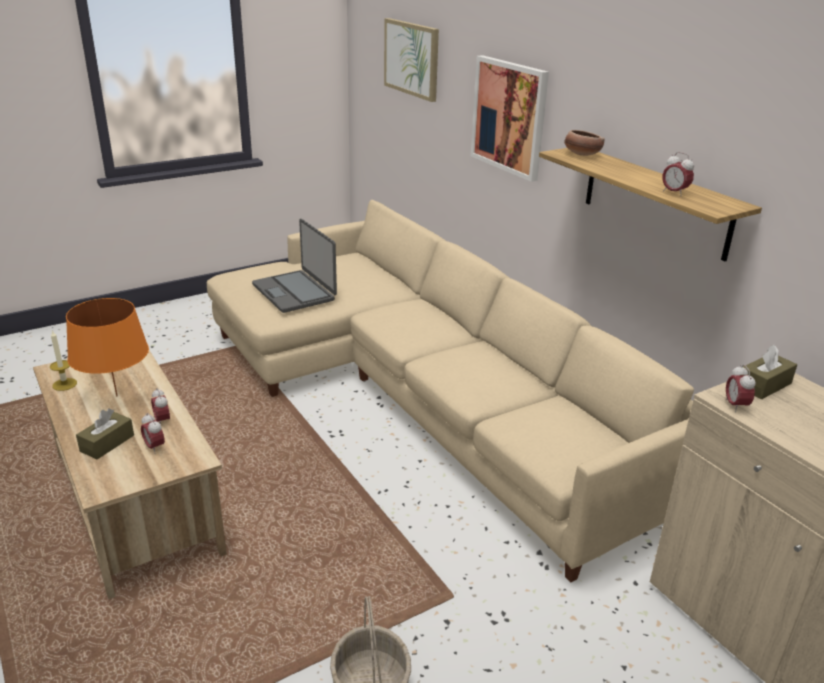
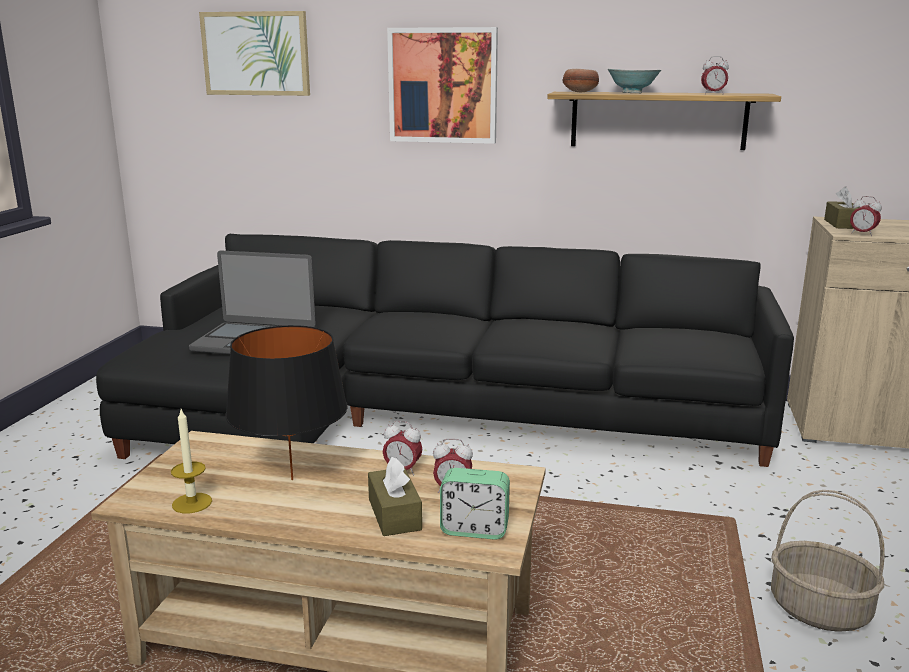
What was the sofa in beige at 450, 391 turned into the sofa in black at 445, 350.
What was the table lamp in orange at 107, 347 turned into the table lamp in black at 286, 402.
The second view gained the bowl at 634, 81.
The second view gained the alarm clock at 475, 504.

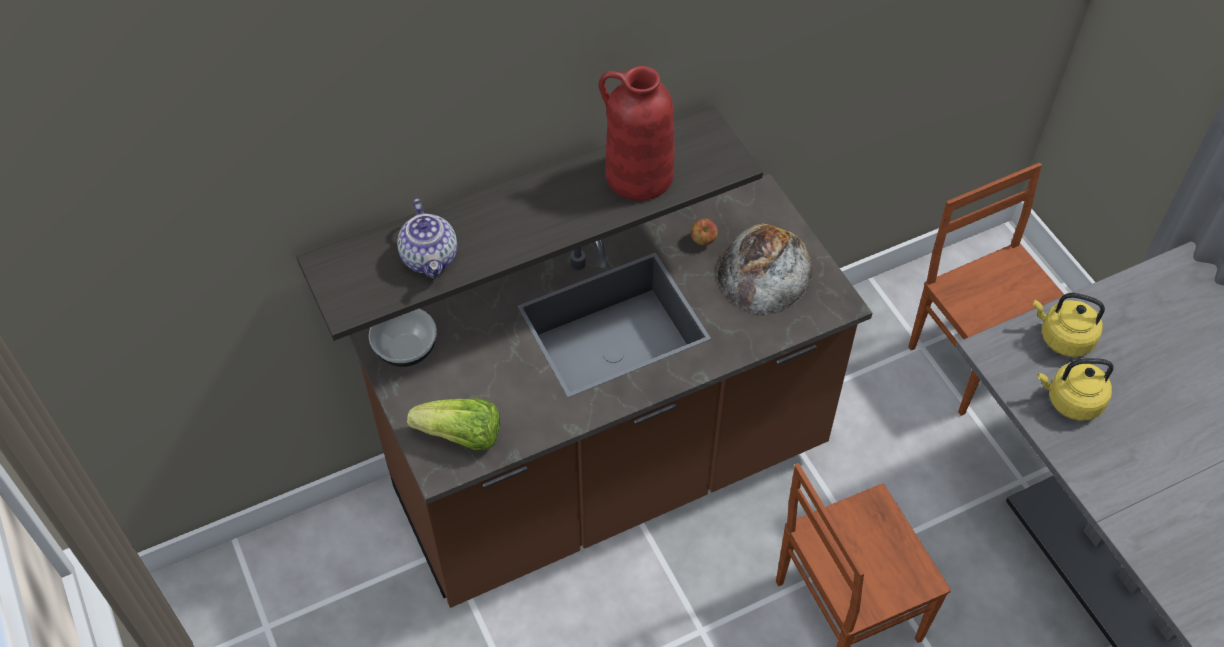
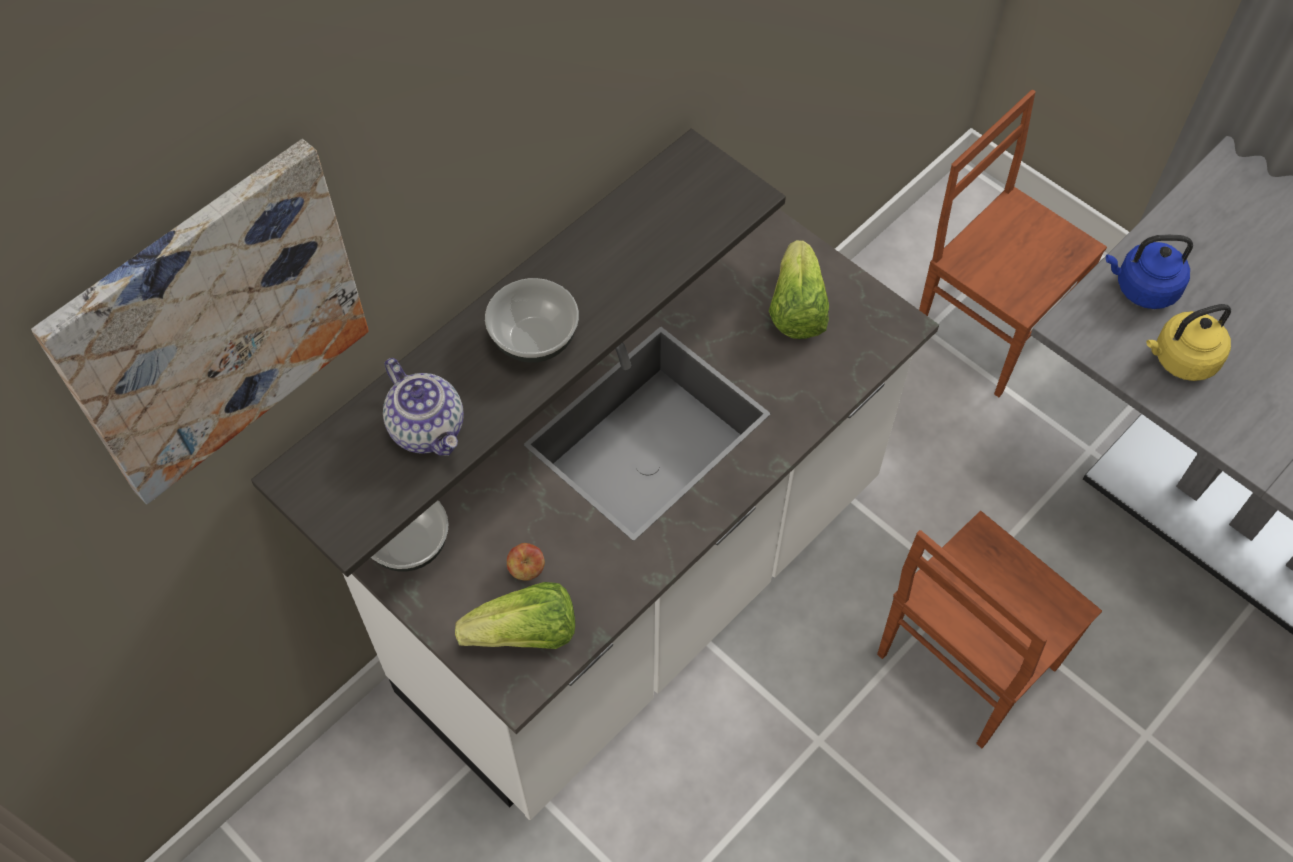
The second view lost the vase in red at 636, 133.
What was the counter in brown at 610, 391 turned into the counter in white at 641, 514.
The apple ended up elsewhere, having gone from 704, 232 to 526, 562.
Where the bread stood at 765, 269, the lettuce came to stand at 799, 289.
What was the kettle in yellow at 1069, 325 turned into the kettle in blue at 1149, 272.
The second view gained the picture at 200, 321.
The second view gained the bowl at 532, 320.

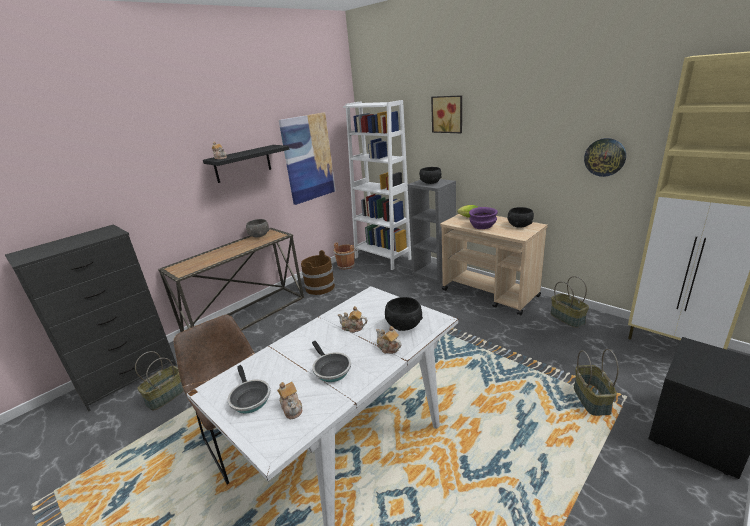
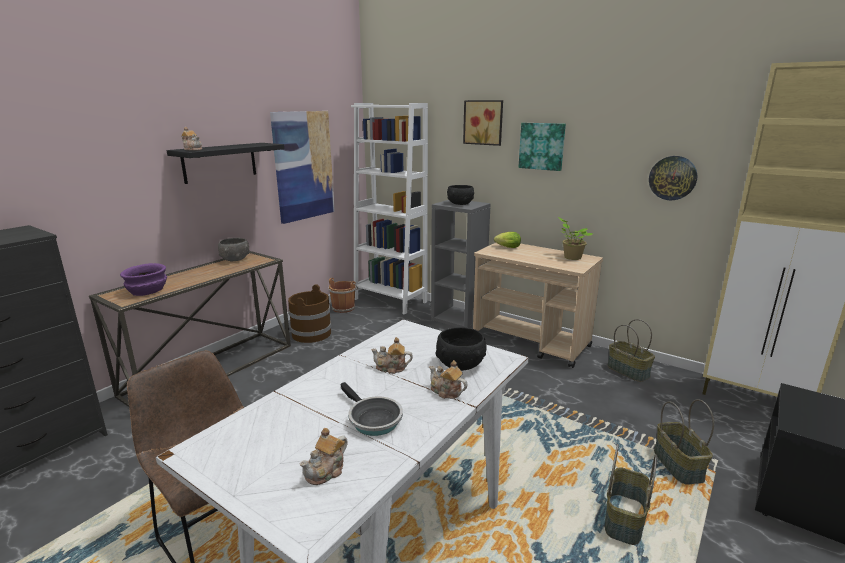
The bowl in purple ended up elsewhere, having gone from 483, 218 to 143, 279.
Where the bowl in black stood at 520, 217, the potted plant came to stand at 575, 238.
The basket ended up elsewhere, having gone from 159, 380 to 631, 494.
The second view lost the frying pan at 249, 389.
The teapot at 289, 400 ended up facing another way, 75 degrees clockwise from before.
The second view gained the picture at 542, 147.

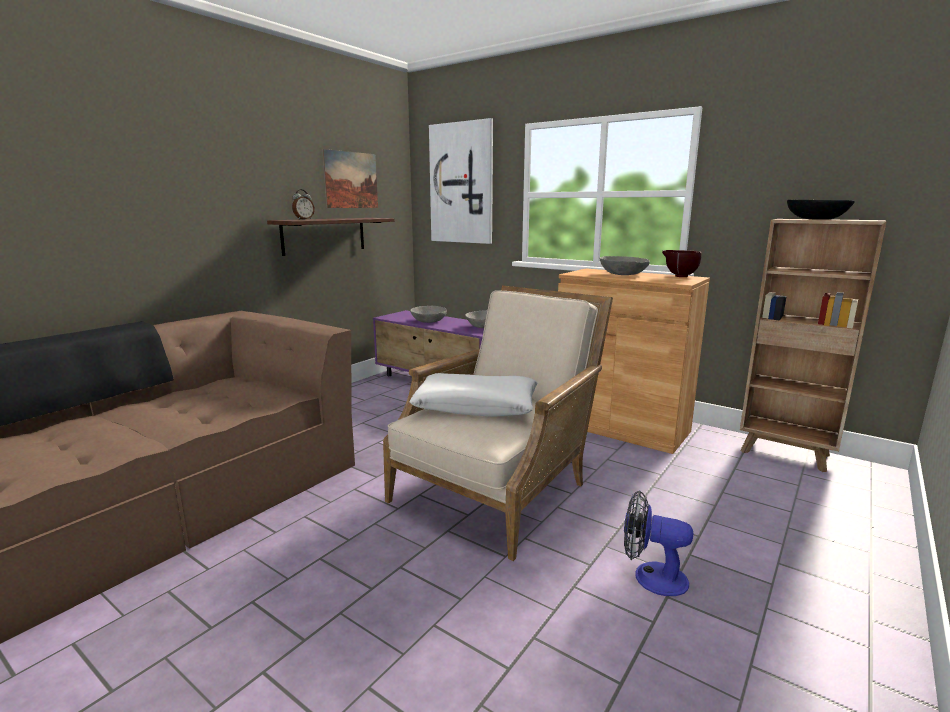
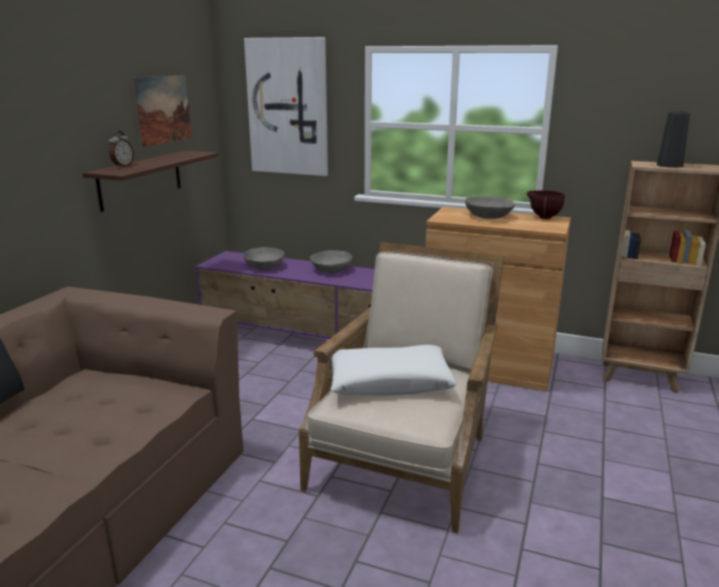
Where the bowl in black stood at 821, 210, the vase in black came to stand at 673, 139.
The second view lost the fan at 658, 543.

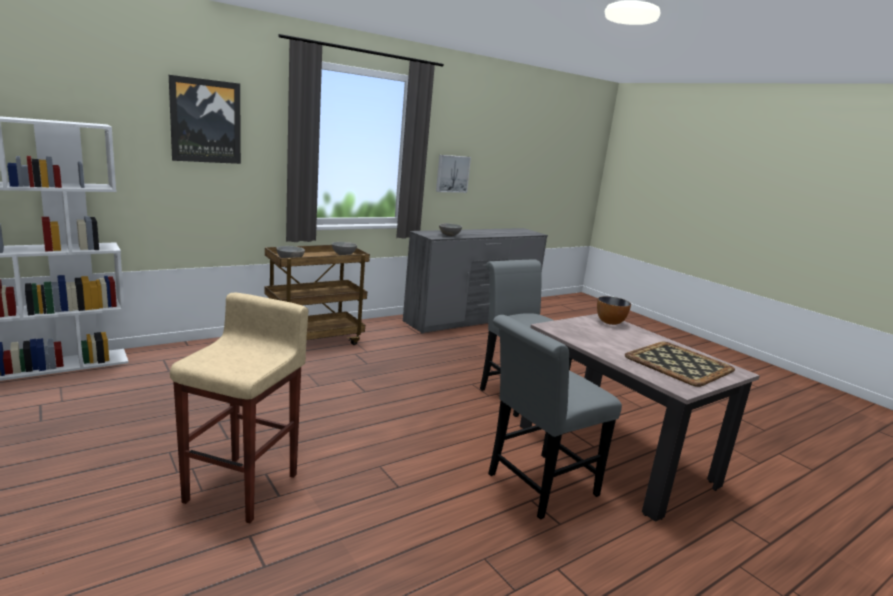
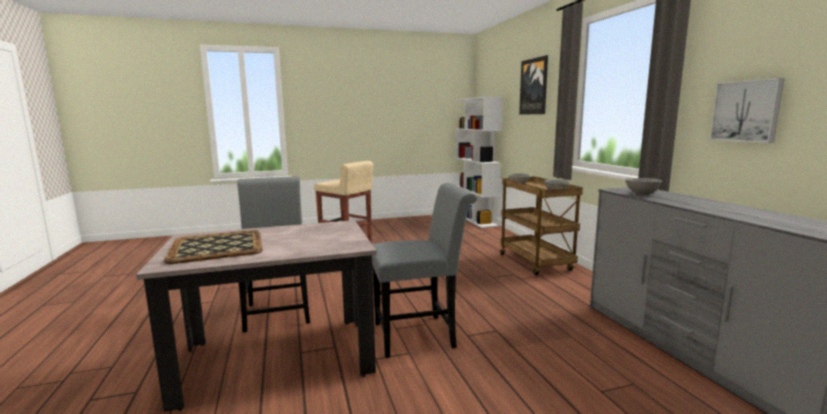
The second view lost the bowl at 614, 310.

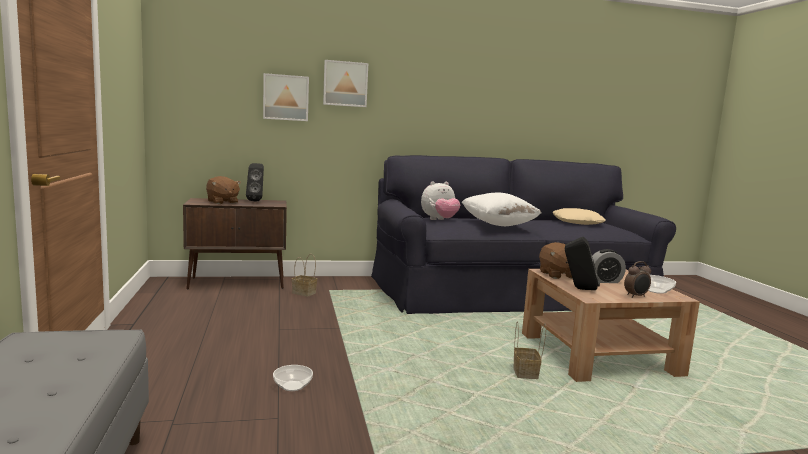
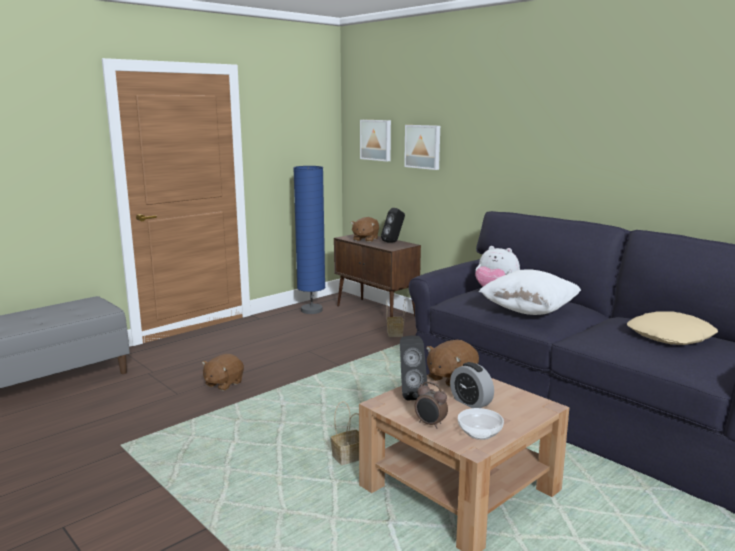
The picture ended up elsewhere, having gone from 345, 83 to 375, 140.
Where the bowl stood at 293, 378, the plush toy in brown came to stand at 223, 372.
The second view gained the floor lamp in blue at 309, 240.

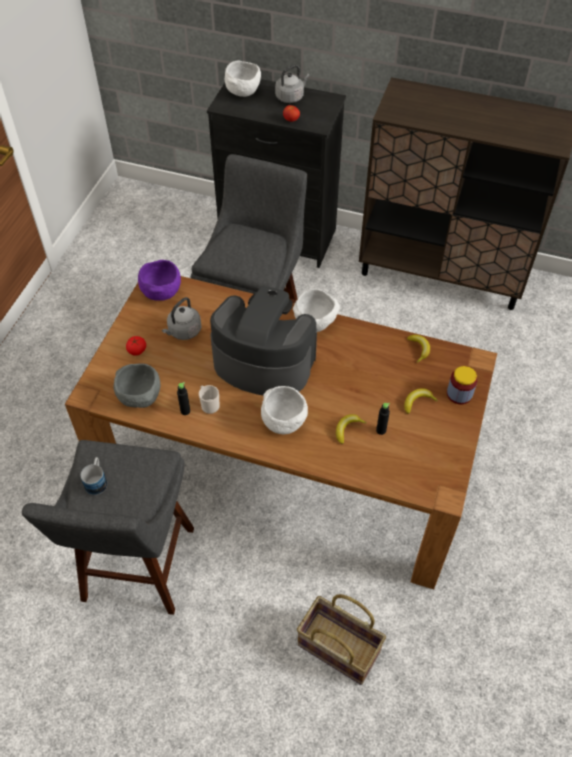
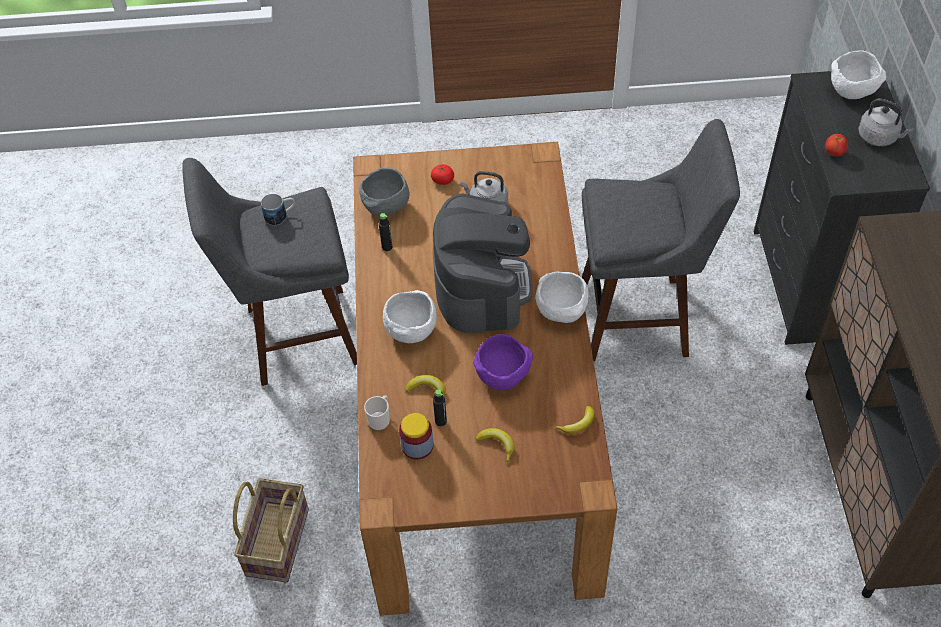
The bowl in purple ended up elsewhere, having gone from 159, 280 to 503, 362.
The jar ended up elsewhere, having gone from 462, 385 to 416, 436.
The mug ended up elsewhere, having gone from 209, 399 to 377, 412.

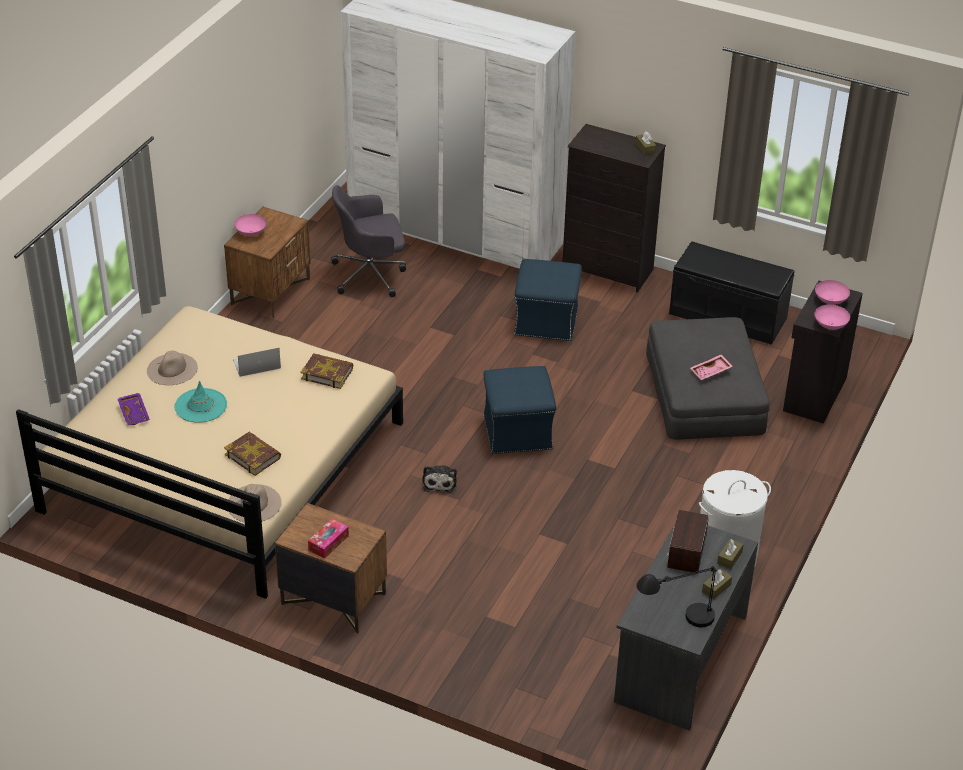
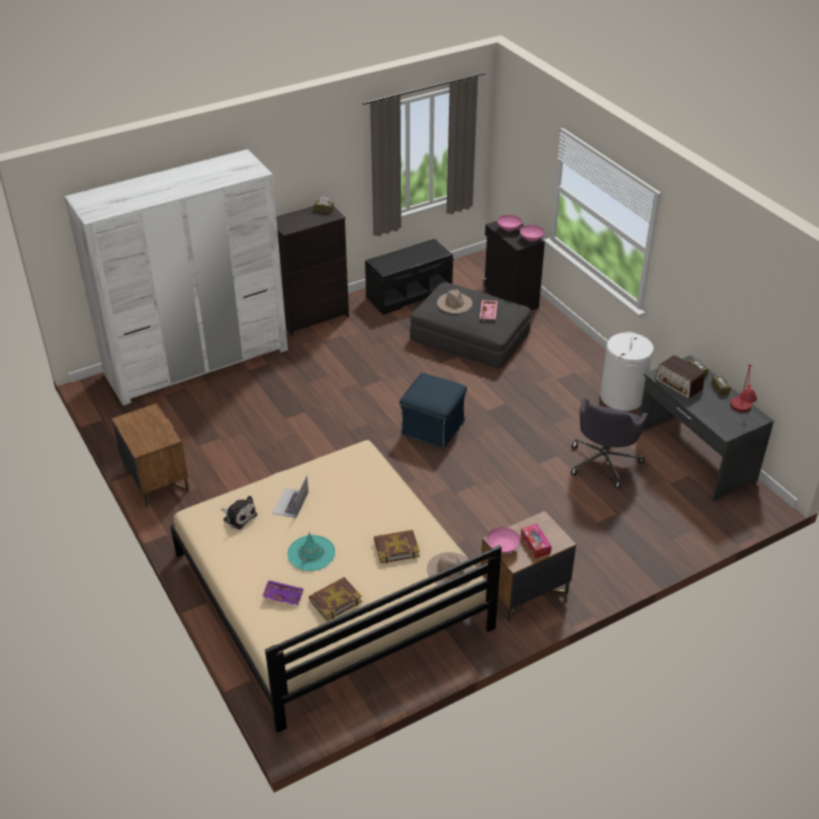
The office chair in grey ended up elsewhere, having gone from 368, 241 to 609, 443.
The bowl in pink ended up elsewhere, having gone from 250, 225 to 504, 540.
The second view lost the ottoman in blue at 548, 300.
The hat in beige ended up elsewhere, having gone from 172, 368 to 454, 302.
The book ended up elsewhere, having gone from 326, 371 to 335, 599.
The plush toy ended up elsewhere, having gone from 439, 479 to 239, 512.
What was the table lamp in black at 676, 596 turned into the table lamp in red at 743, 388.

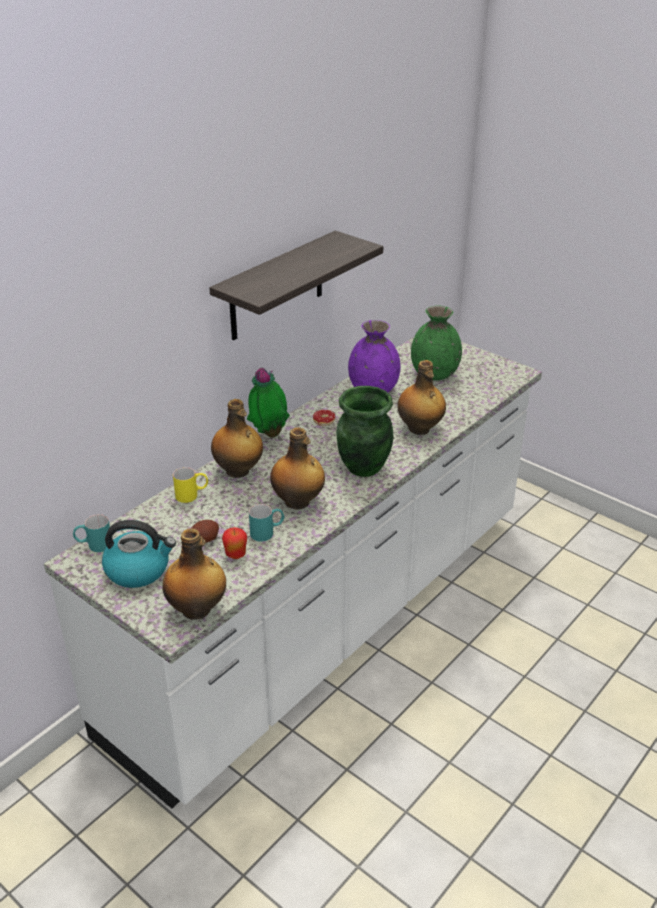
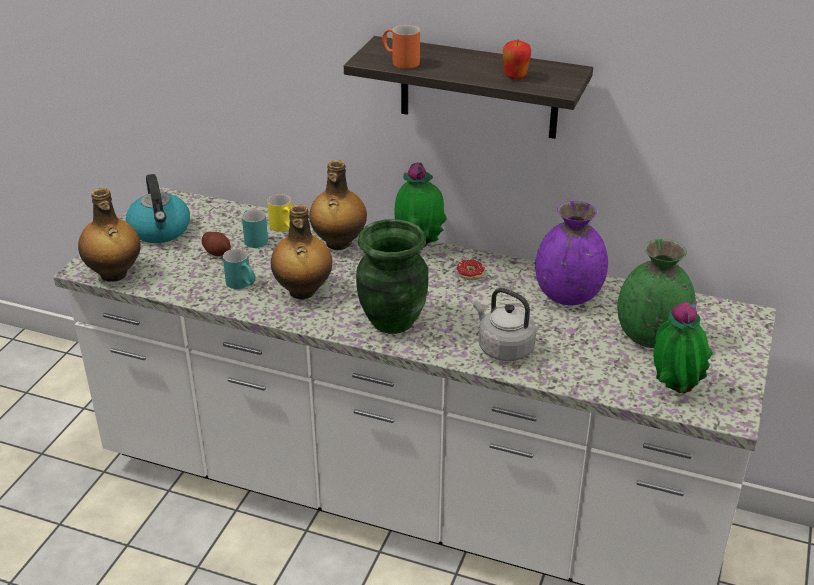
Where the bottle stood at 421, 397, the kettle in grey came to stand at 504, 324.
The mug in turquoise ended up elsewhere, having gone from 91, 533 to 255, 229.
The apple ended up elsewhere, having gone from 234, 543 to 517, 59.
The second view gained the mug in orange at 401, 47.
The second view gained the potted plant at 683, 347.

